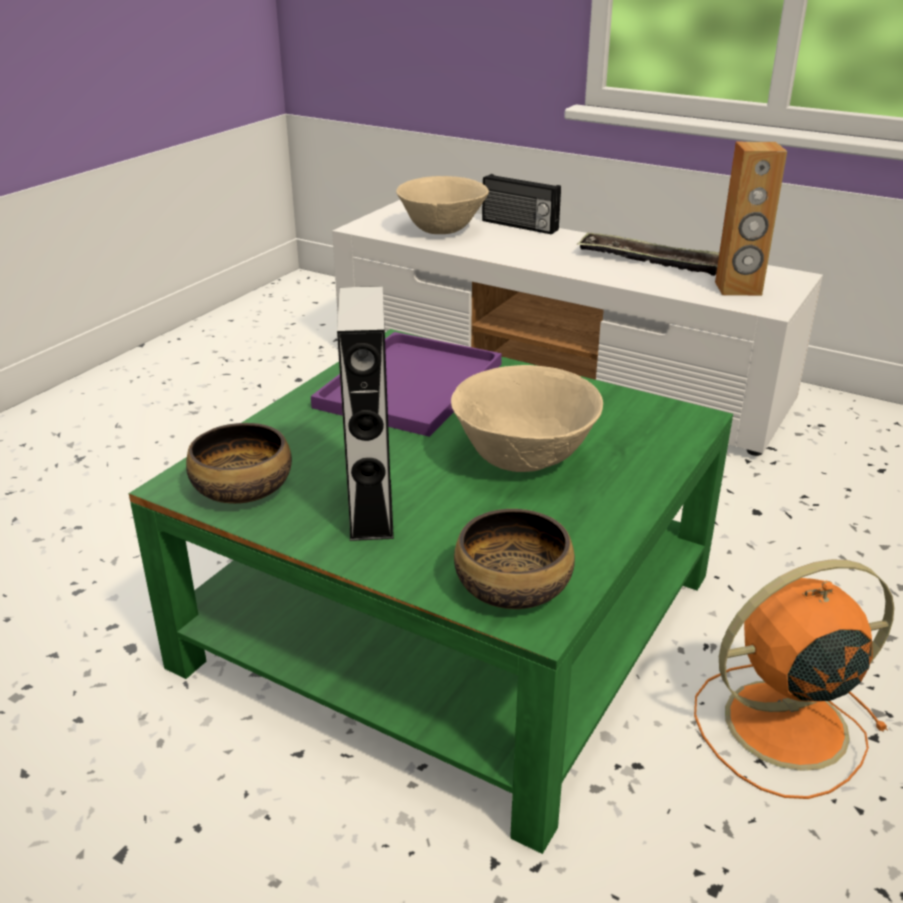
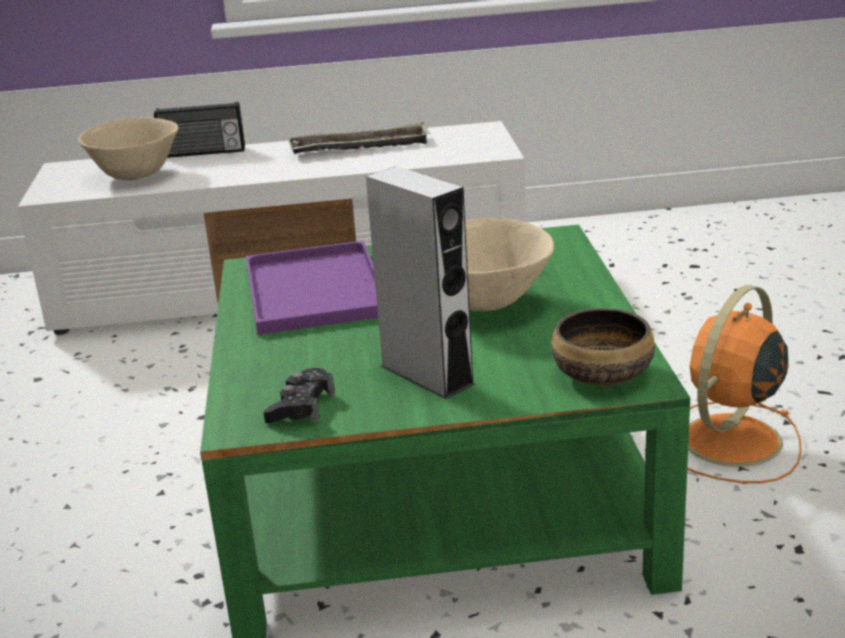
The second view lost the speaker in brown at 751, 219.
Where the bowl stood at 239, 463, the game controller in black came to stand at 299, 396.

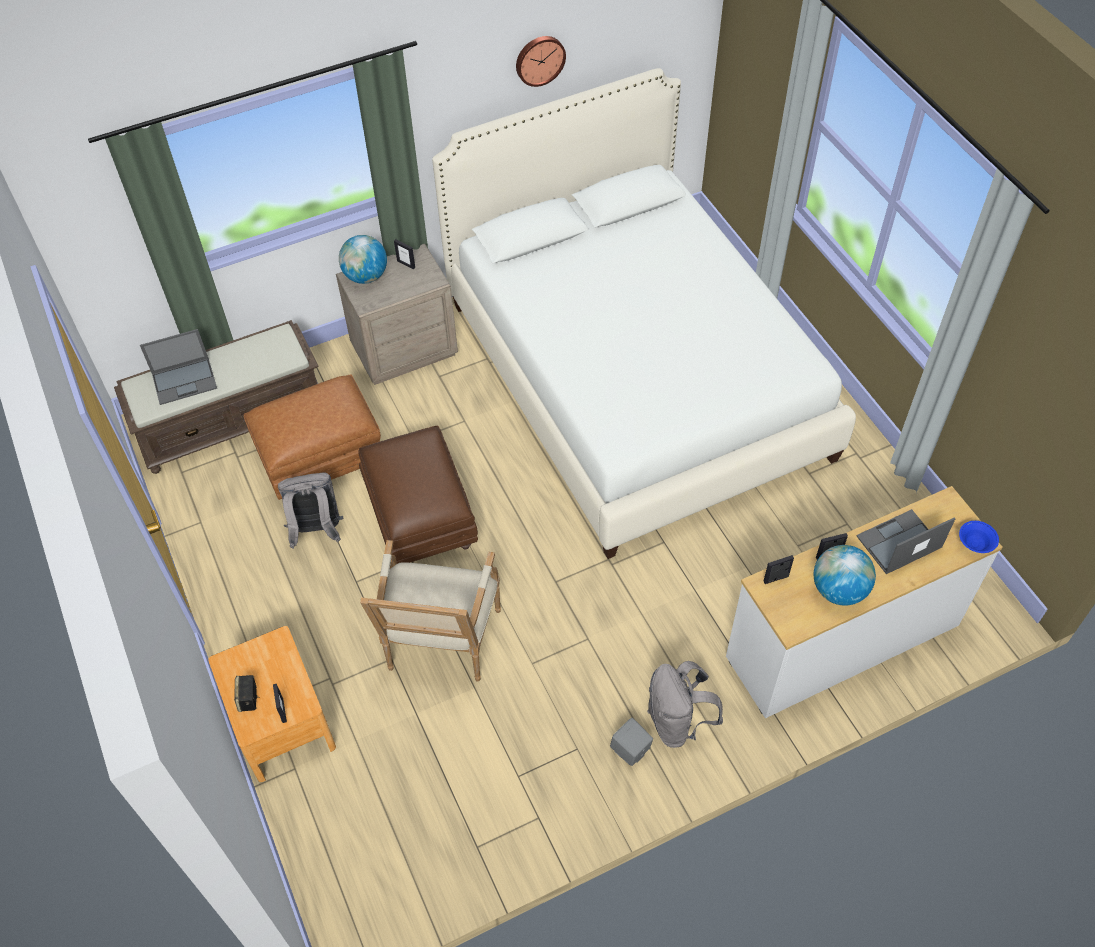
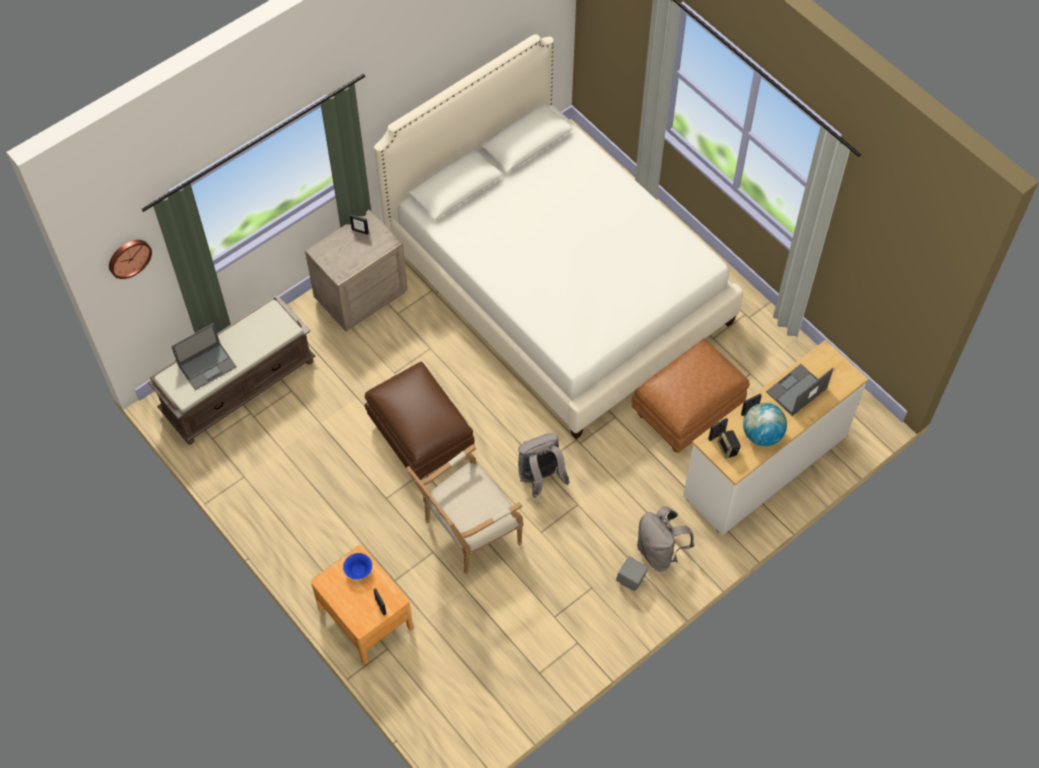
The wall clock ended up elsewhere, having gone from 541, 61 to 130, 259.
The second view lost the globe at 363, 259.
The ottoman in brown ended up elsewhere, having gone from 312, 437 to 691, 396.
The backpack in grey ended up elsewhere, having gone from 310, 510 to 544, 465.
The bowl in blue ended up elsewhere, having gone from 979, 537 to 357, 566.
The armchair at 430, 611 ended up facing another way, 60 degrees clockwise from before.
The speaker ended up elsewhere, having gone from 247, 693 to 729, 444.

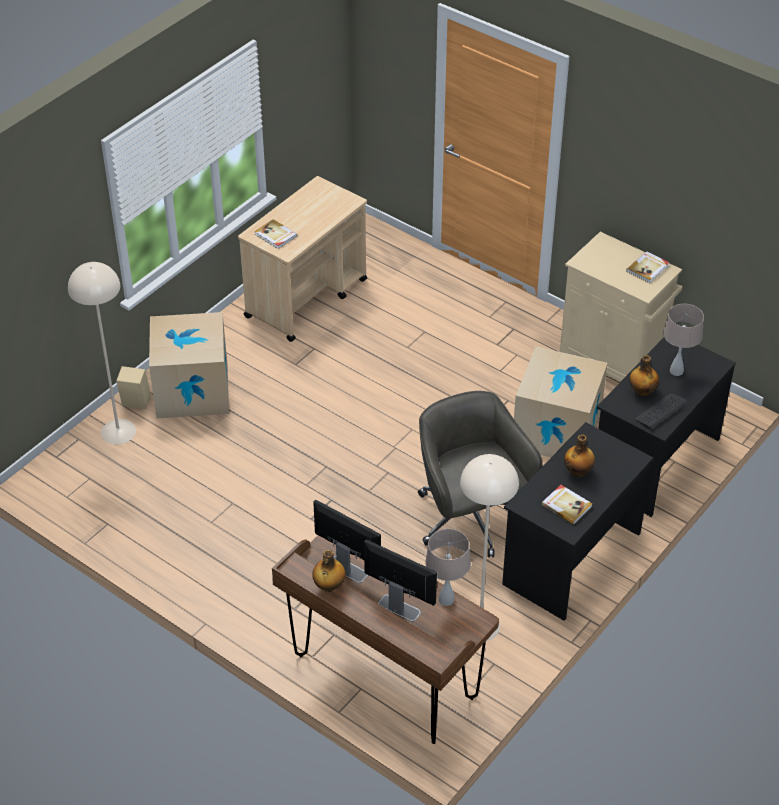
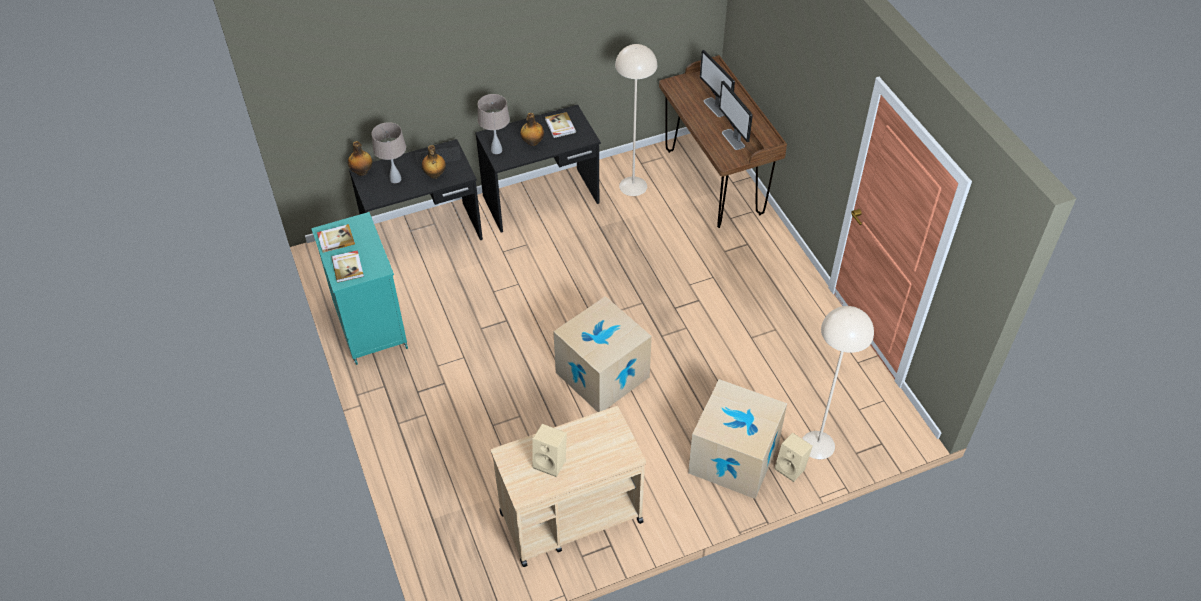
The book ended up elsewhere, having gone from 275, 234 to 347, 266.
What was the cabinet in beige at 621, 307 turned into the cabinet in turquoise at 359, 288.
The cardboard box ended up elsewhere, having gone from 561, 402 to 602, 354.
The second view lost the office chair in grey at 480, 474.
The table lamp in beige ended up elsewhere, having gone from 448, 567 to 494, 124.
The bottle ended up elsewhere, having gone from 329, 571 to 360, 158.
The second view gained the speaker in beige at 549, 450.

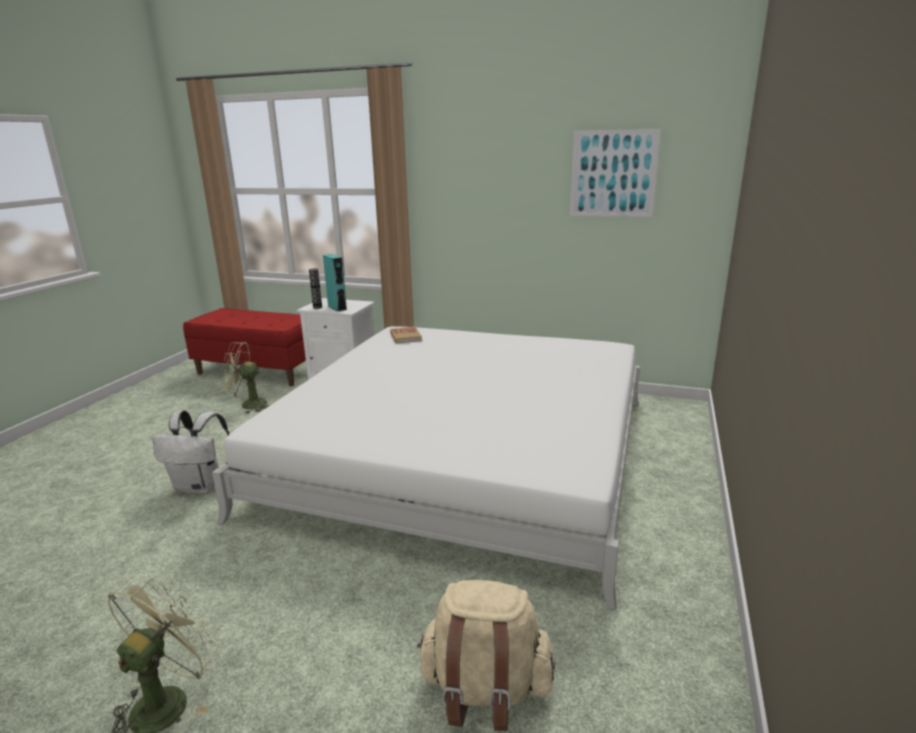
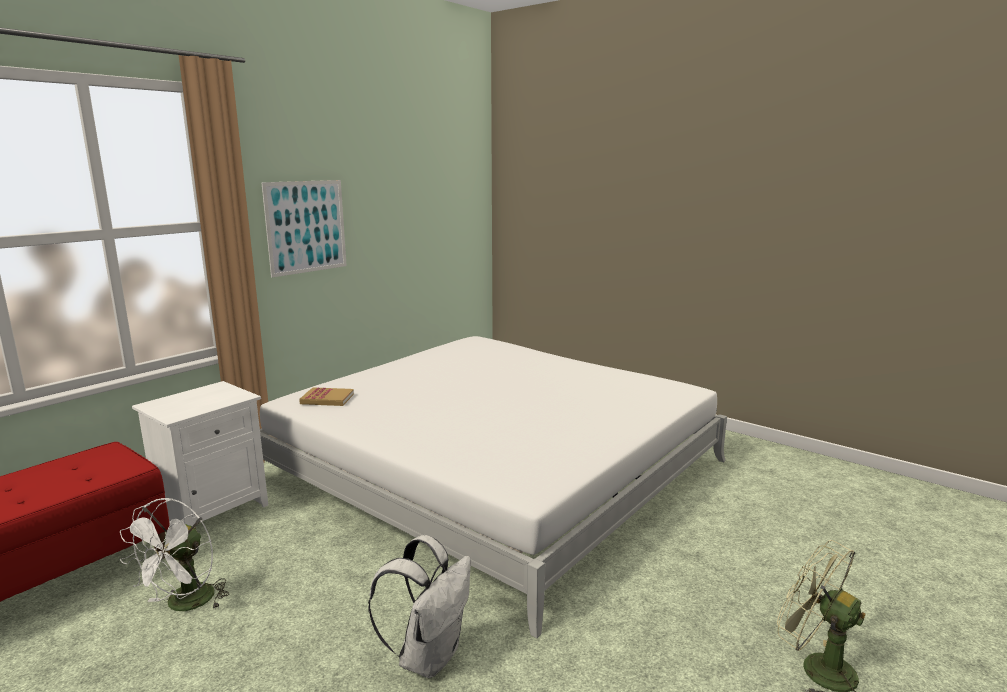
The picture ended up elsewhere, having gone from 615, 173 to 304, 228.
The second view lost the speaker in turquoise at 335, 282.
The second view lost the vase at 315, 288.
What was the fan in green at 245, 378 turned into the fan in white at 174, 554.
The second view lost the backpack in beige at 486, 655.

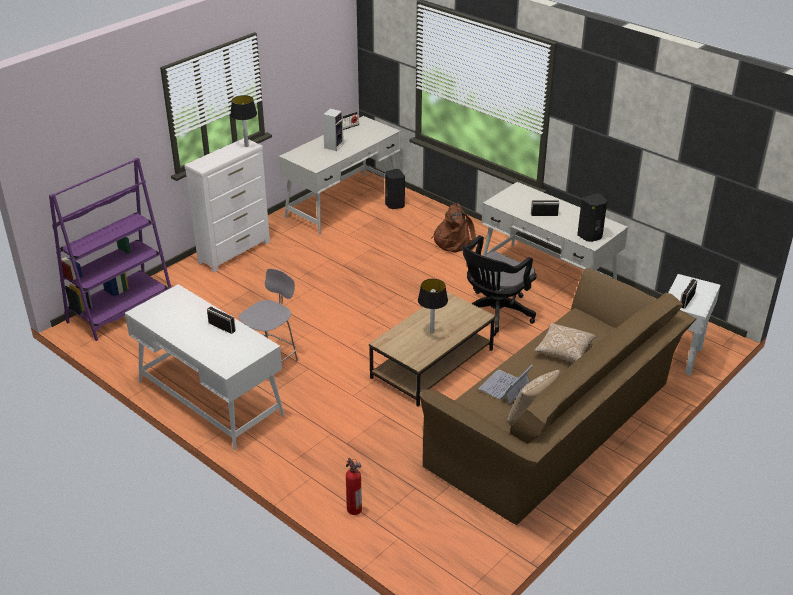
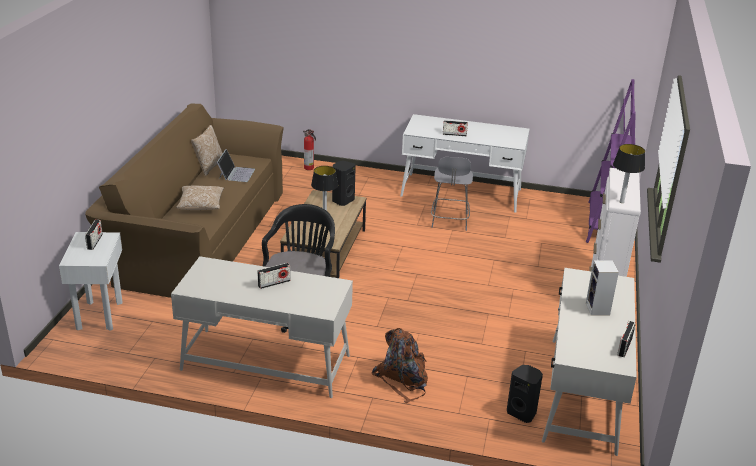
The speaker in black ended up elsewhere, having gone from 592, 217 to 344, 183.

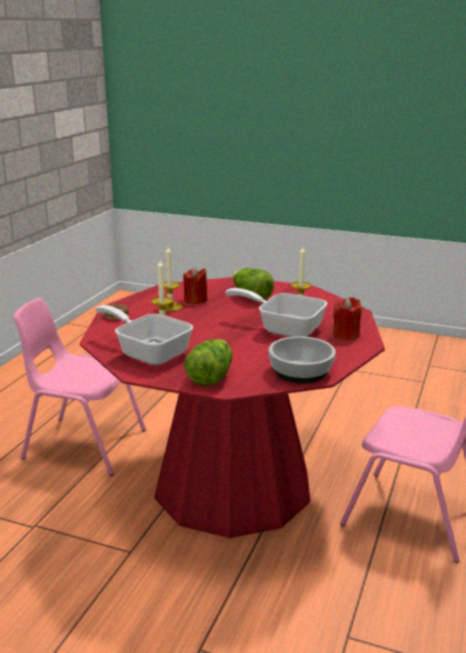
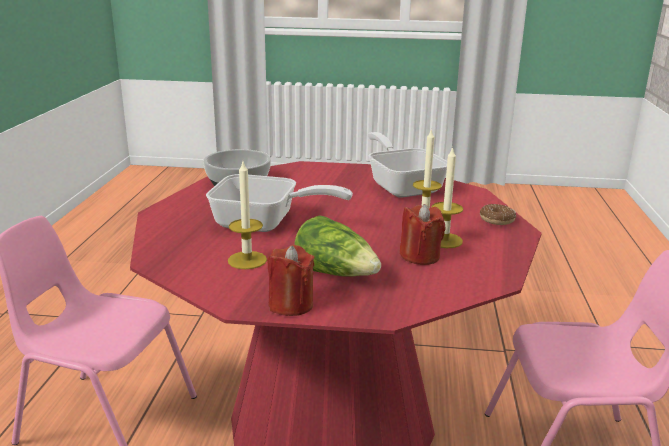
The candle in red ended up elsewhere, having gone from 347, 318 to 290, 280.
The frying pan at 144, 335 ended up facing another way, 135 degrees counterclockwise from before.
The second view lost the lettuce at 208, 362.

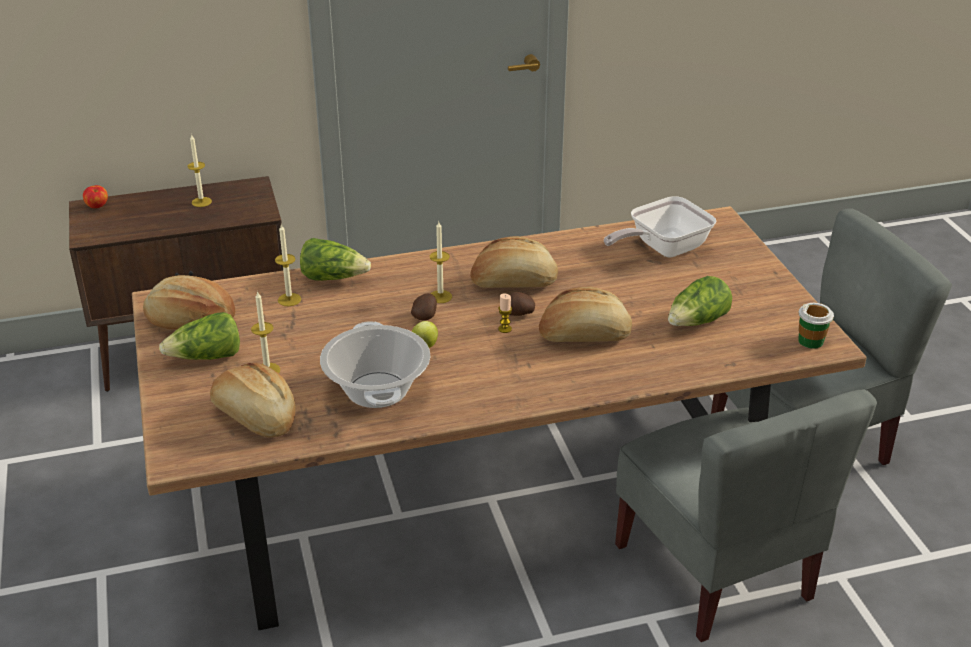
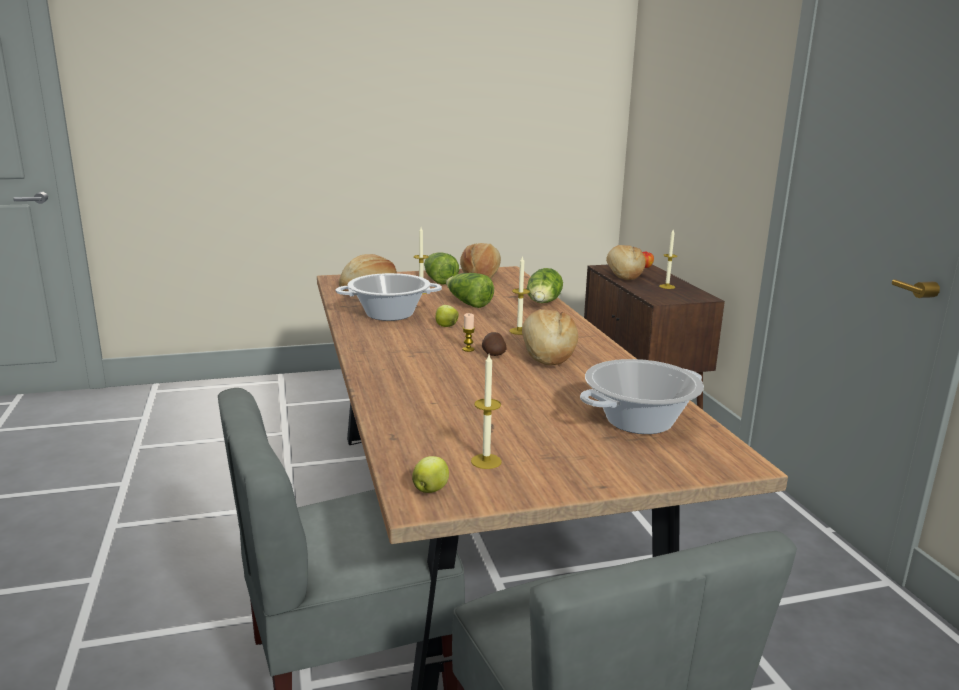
Where the frying pan stood at 660, 226, the cooking pot came to stand at 642, 396.
The candle ended up elsewhere, having gone from 288, 265 to 486, 412.
The lettuce ended up elsewhere, having gone from 700, 301 to 470, 290.
The bread ended up elsewhere, having gone from 585, 314 to 625, 262.
The second view lost the potato at 424, 306.
Where the cup stood at 816, 326, the apple came to stand at 430, 474.

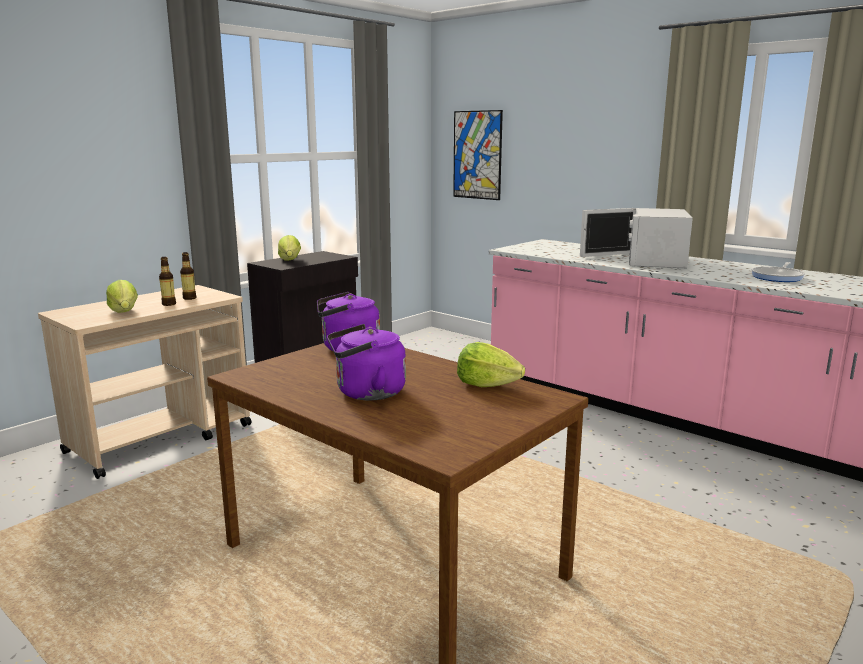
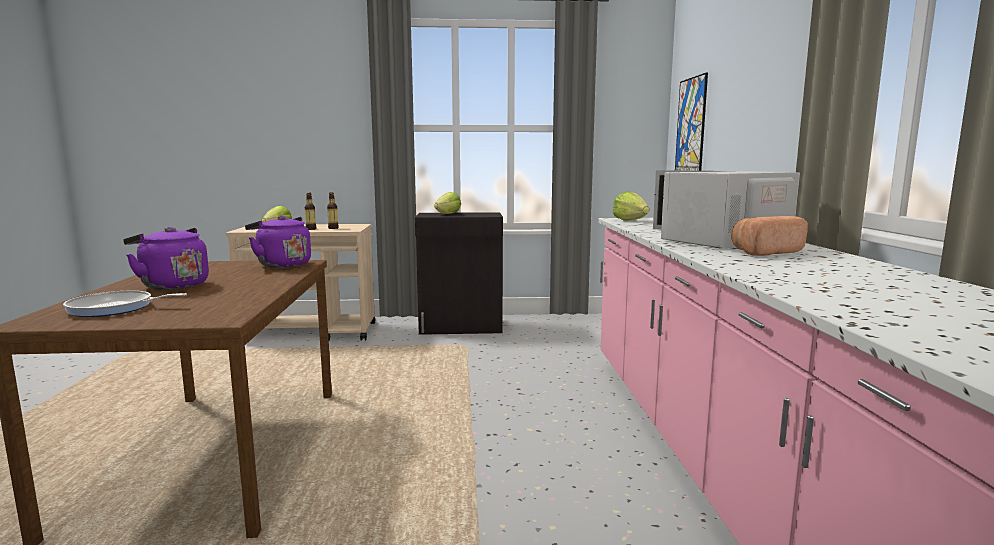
The frying pan ended up elsewhere, having gone from 778, 272 to 125, 304.
The lettuce ended up elsewhere, having gone from 491, 364 to 631, 206.
The second view gained the bread at 769, 236.

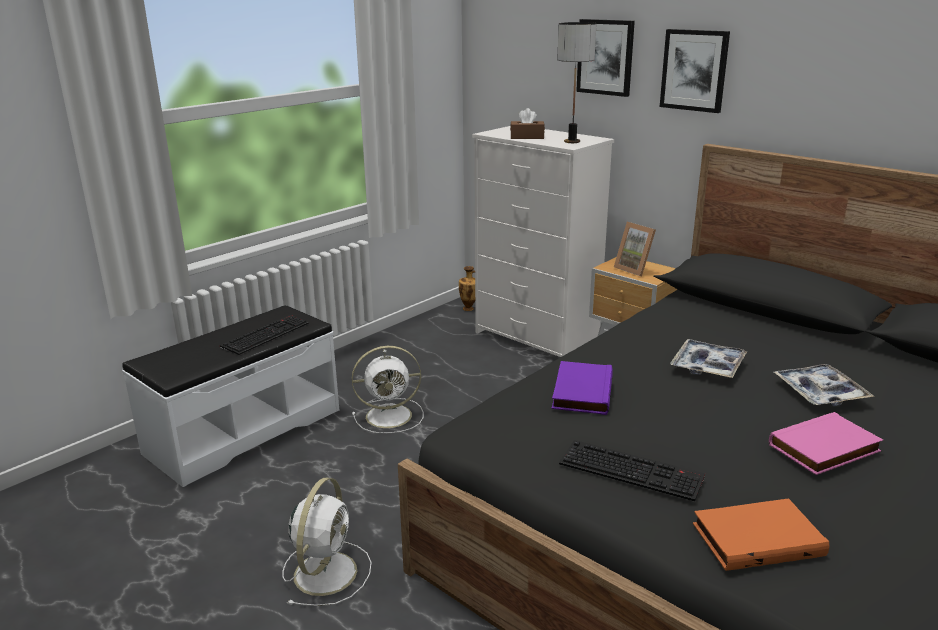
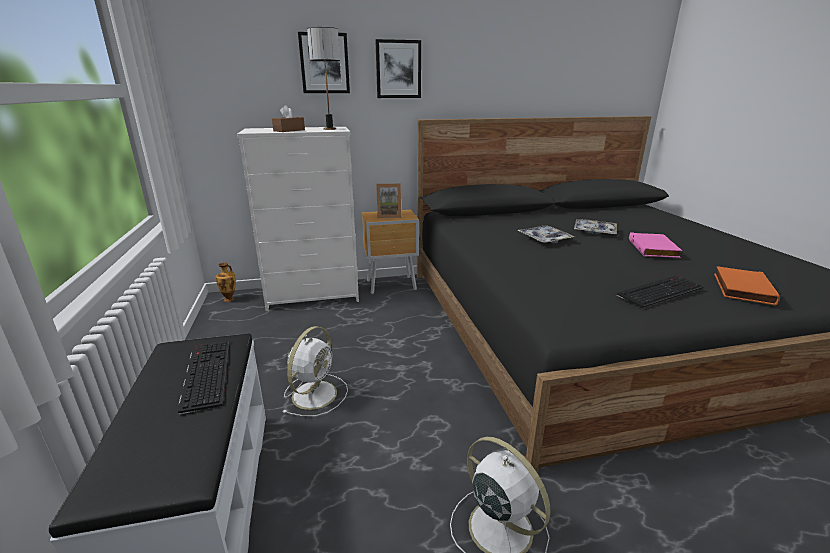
The second view lost the book in purple at 582, 388.

